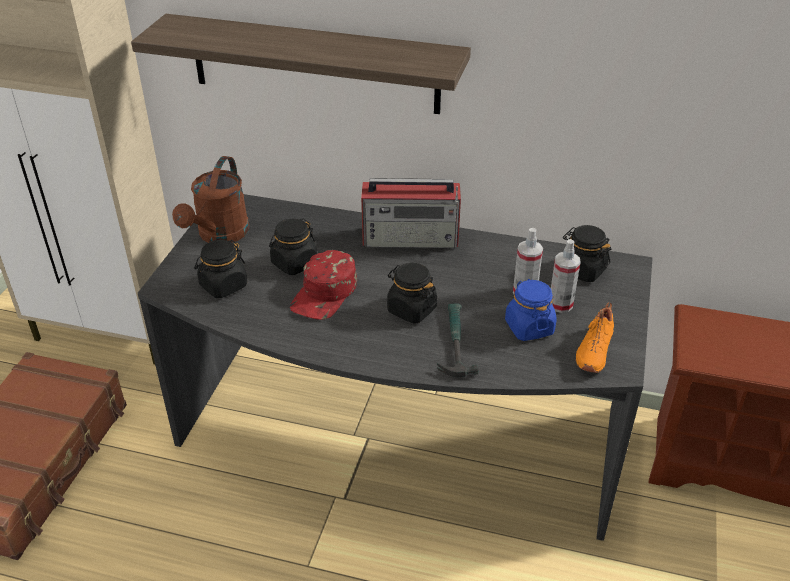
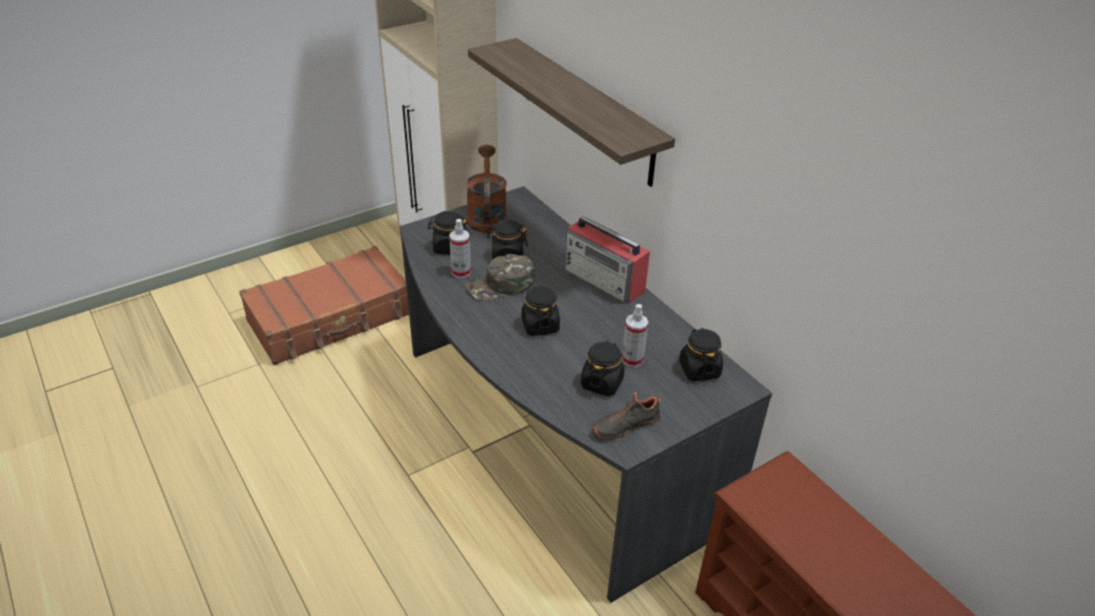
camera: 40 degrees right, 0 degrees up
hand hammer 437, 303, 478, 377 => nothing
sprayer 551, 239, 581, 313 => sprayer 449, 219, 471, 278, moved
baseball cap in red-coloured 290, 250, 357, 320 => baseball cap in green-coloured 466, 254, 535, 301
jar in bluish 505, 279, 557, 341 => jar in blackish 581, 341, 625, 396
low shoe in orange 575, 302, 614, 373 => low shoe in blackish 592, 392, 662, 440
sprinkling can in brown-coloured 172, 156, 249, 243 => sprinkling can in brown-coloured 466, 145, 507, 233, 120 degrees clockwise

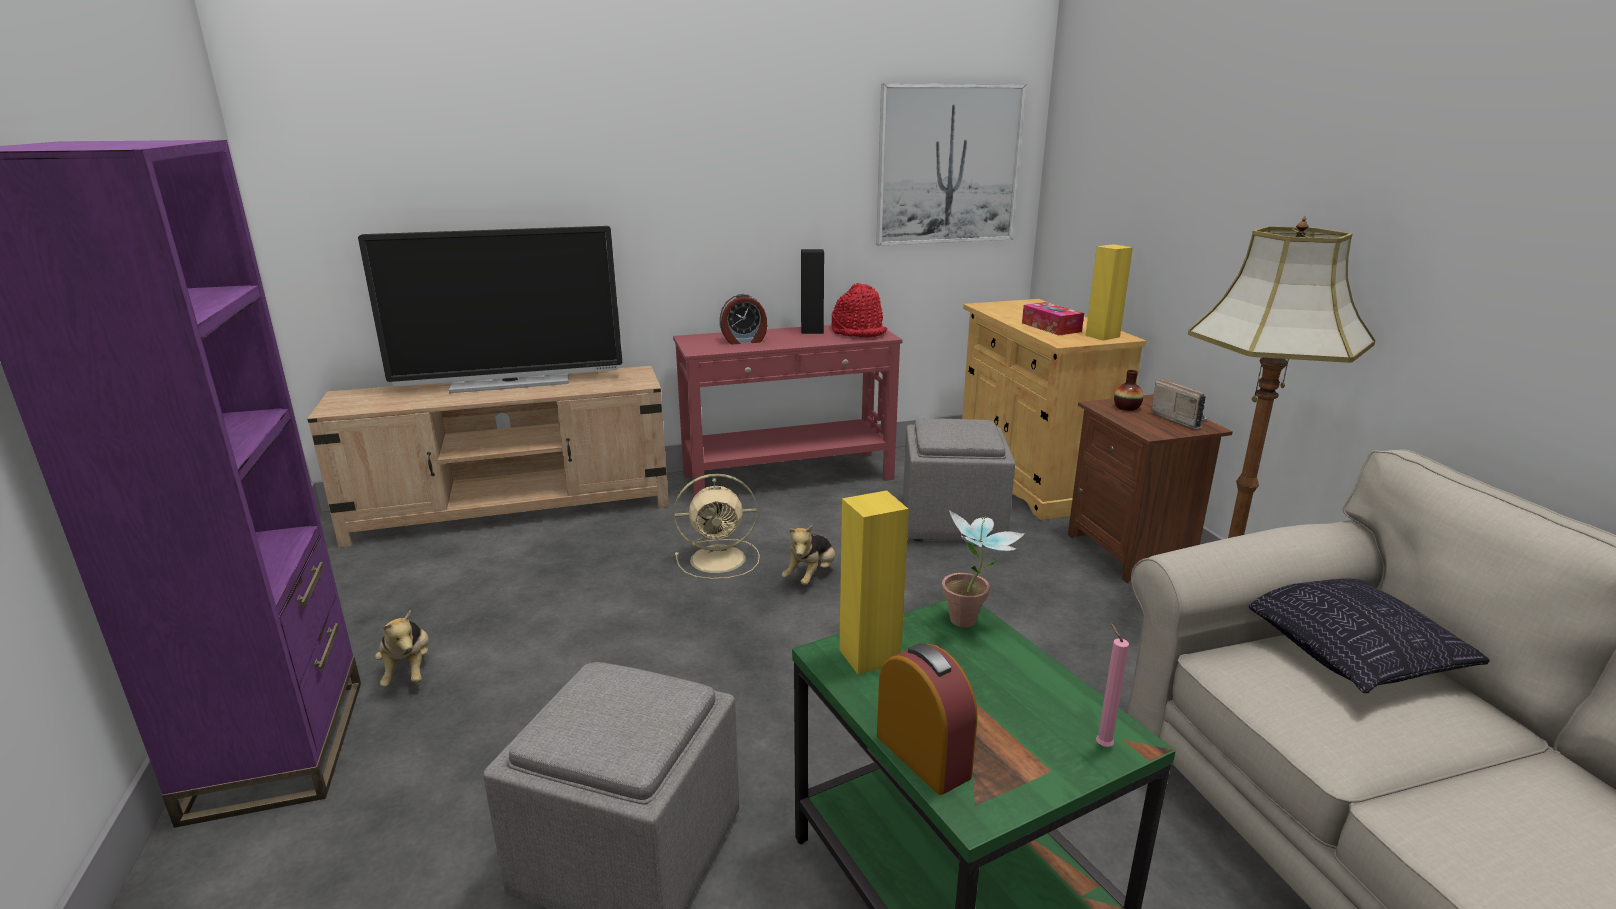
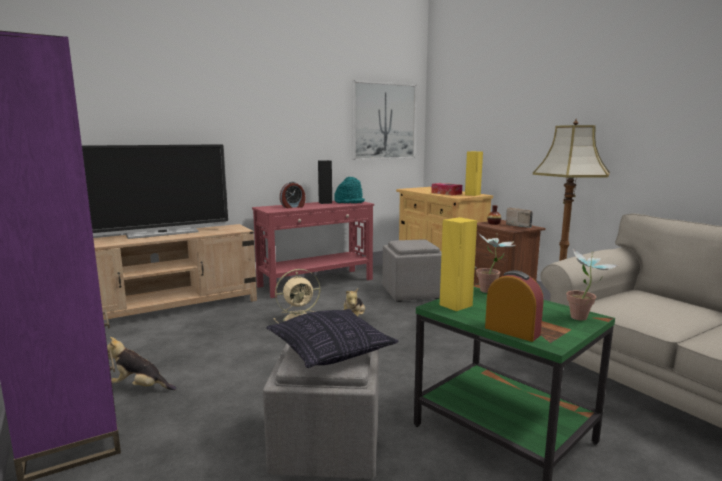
camera: 15 degrees left, 10 degrees down
throw pillow 1249, 578, 1490, 693 => throw pillow 266, 309, 398, 368, moved
wax candle in pink 1096, 623, 1129, 747 => houseplant 566, 249, 619, 321
hat in red-coloured 831, 283, 887, 338 => hat in turquoise-coloured 334, 177, 365, 203
plush toy 375, 610, 429, 687 => plush toy 107, 337, 176, 390, 135 degrees clockwise

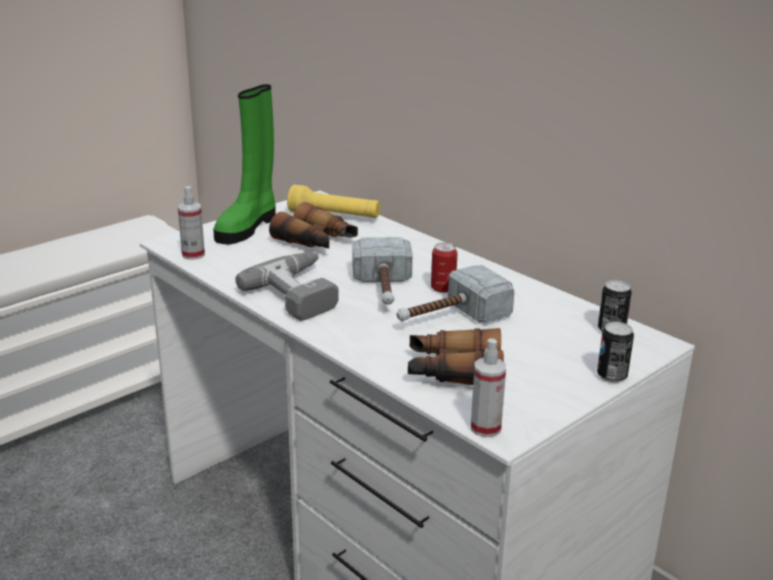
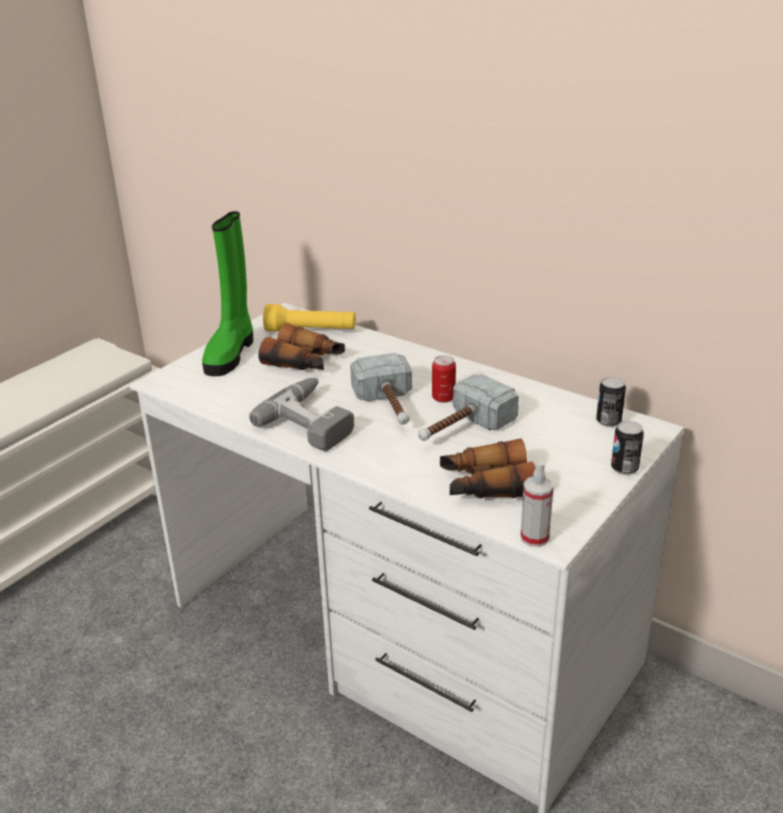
camera: 10 degrees left, 5 degrees up
sprayer 178, 186, 205, 260 => nothing

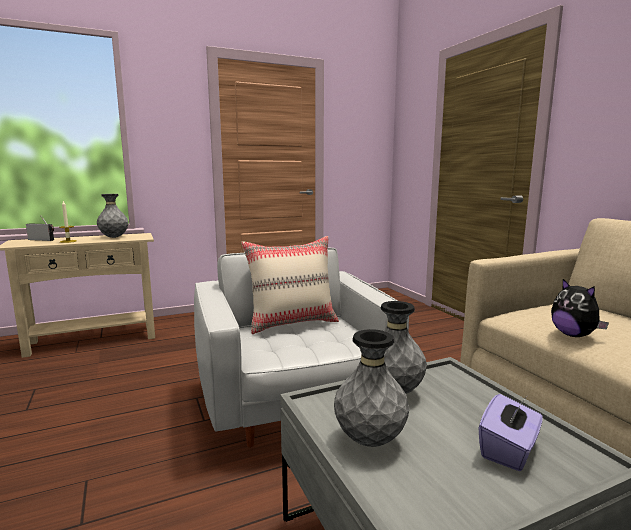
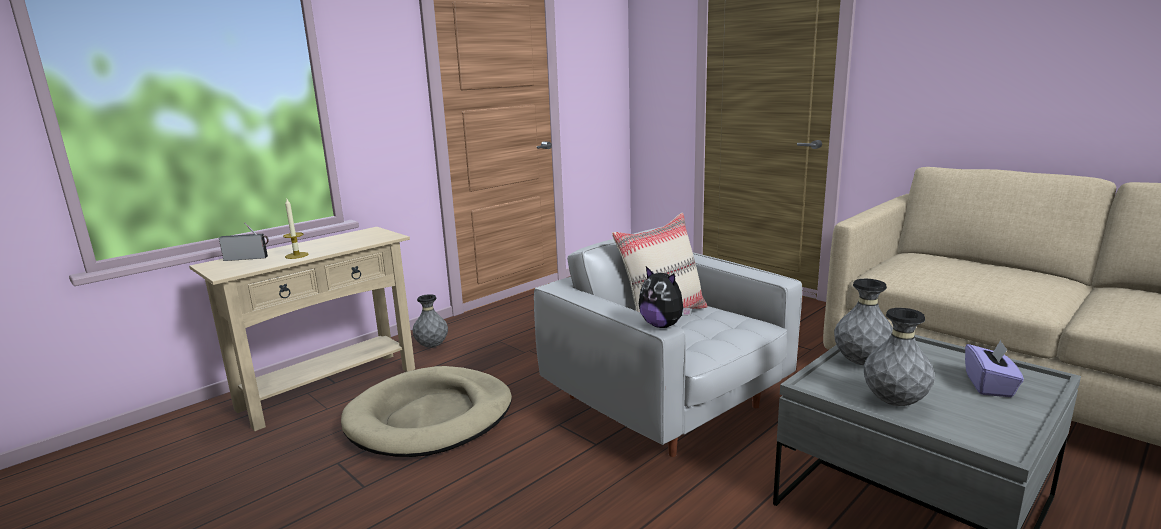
camera: 20 degrees left, 5 degrees up
nothing => dog bed in beige 341, 366, 512, 457
decorative vase in grey 97, 194, 128, 238 => decorative vase in grey 412, 294, 448, 348, moved
plush toy 551, 279, 609, 337 => plush toy 639, 266, 692, 328, moved

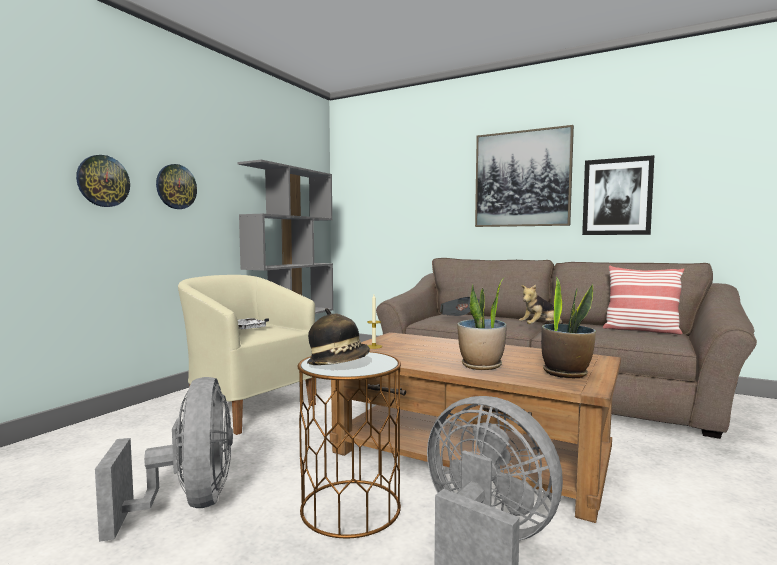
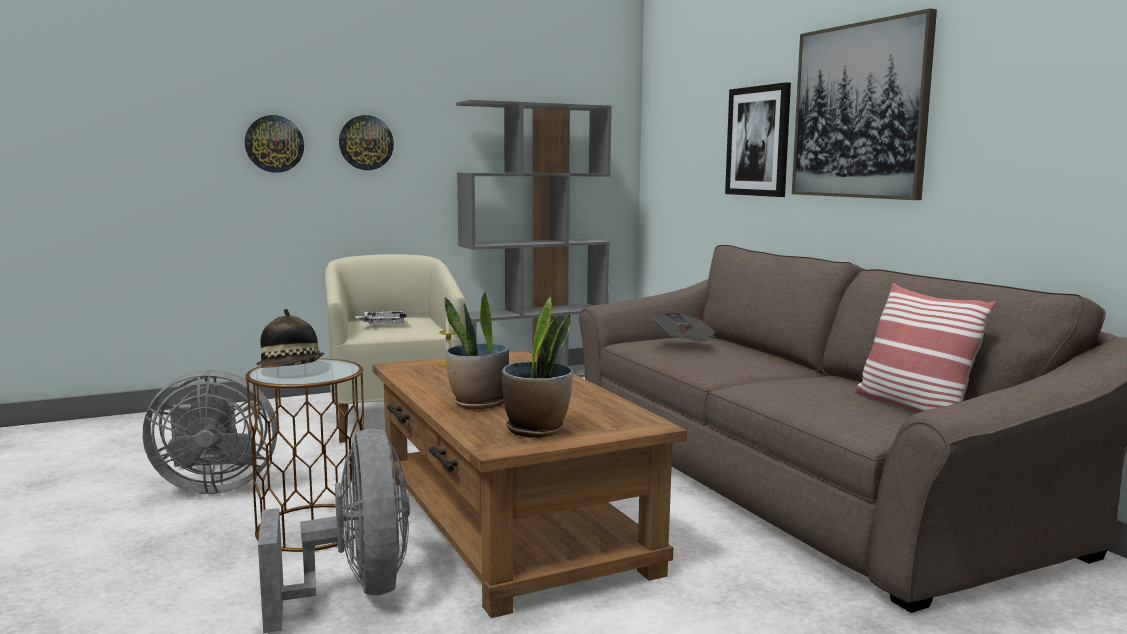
camera: 35 degrees right, 5 degrees up
plush toy 519, 284, 563, 324 => nothing
picture 582, 155, 654, 235 => picture 725, 82, 791, 197, moved
electric fan in grey 95, 377, 233, 542 => electric fan in grey 143, 370, 277, 494, 60 degrees clockwise

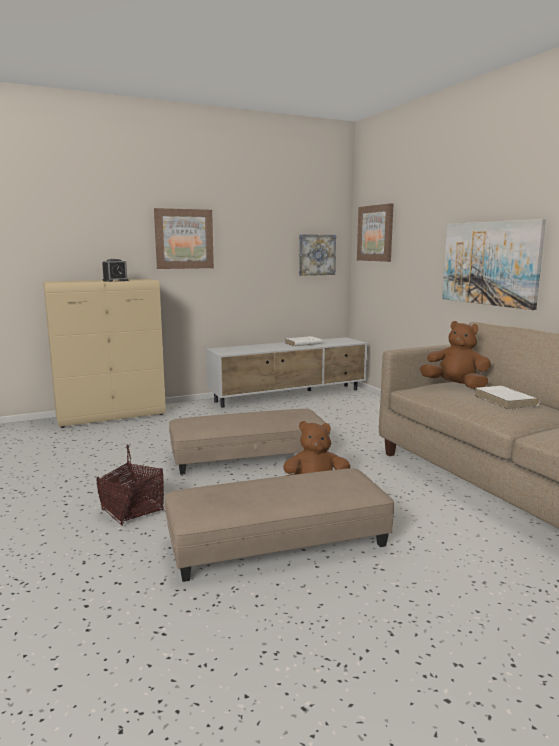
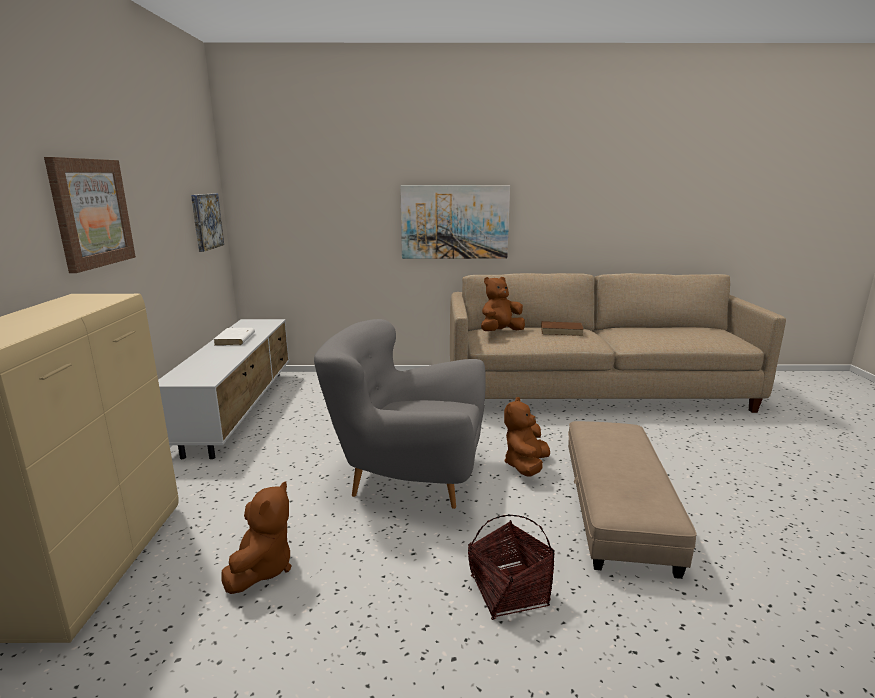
camera: 65 degrees left, 5 degrees up
table clock 102, 259, 129, 282 => nothing
picture 357, 203, 393, 262 => nothing
nothing => plush toy in brown-coloured 221, 481, 292, 594
footrest in beige 169, 409, 330, 475 => easy chair in grey 314, 319, 486, 509
book in white 474, 386, 539, 409 => book in brown-coloured 541, 321, 584, 336

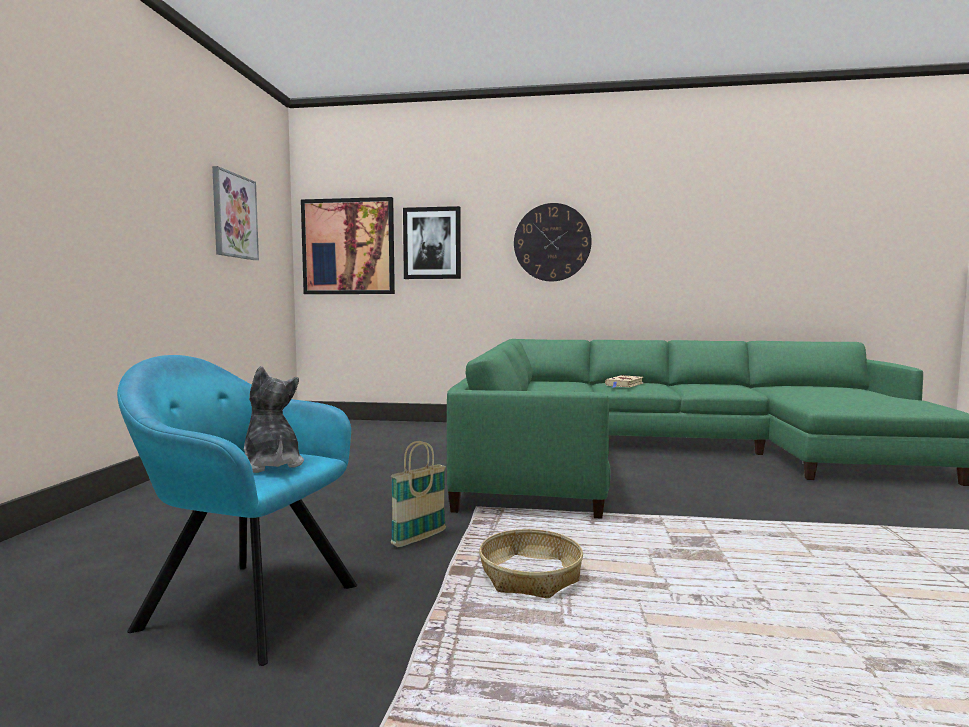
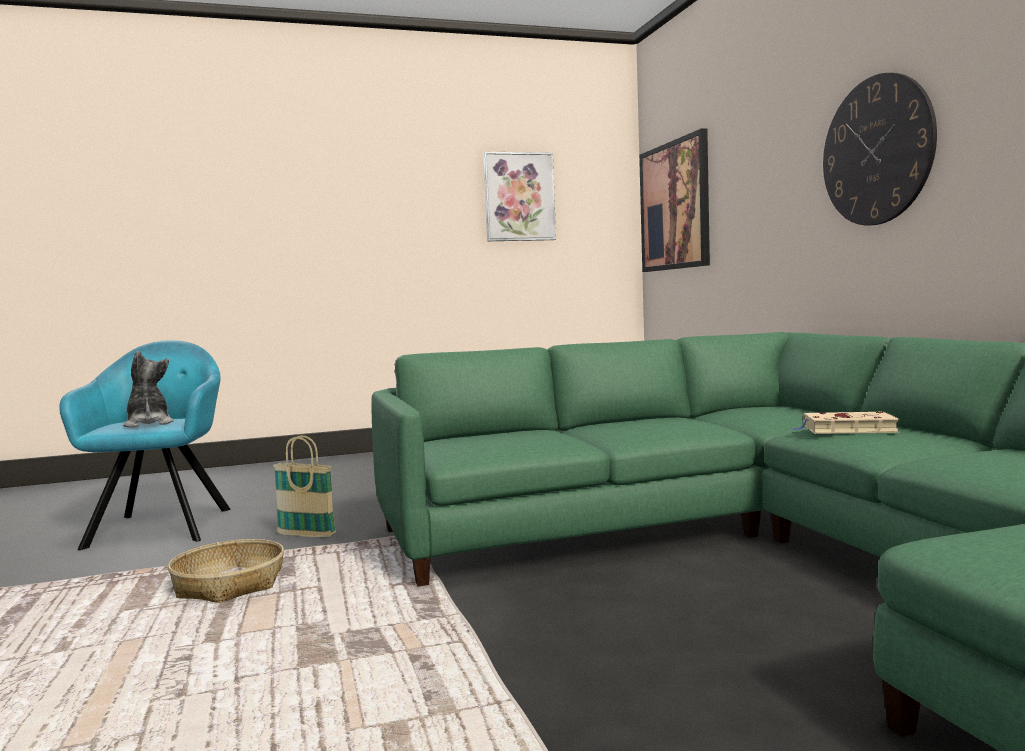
camera: 65 degrees right, 0 degrees up
picture 403, 206, 461, 279 => nothing
plush toy 244, 366, 304, 473 => plush toy 123, 351, 174, 428, 60 degrees counterclockwise

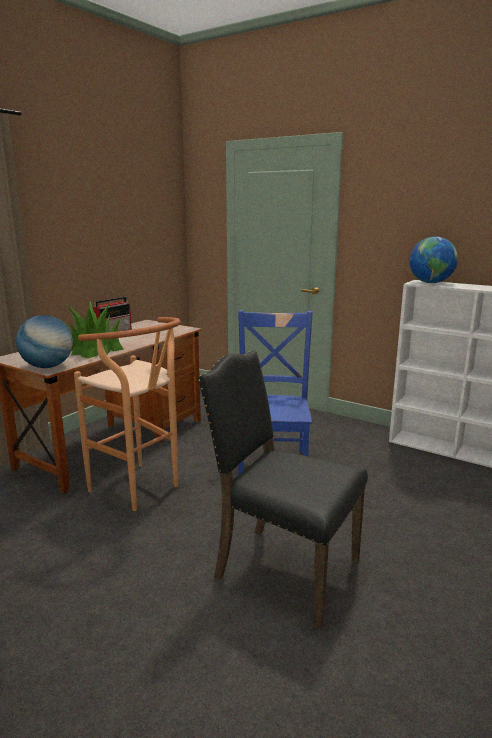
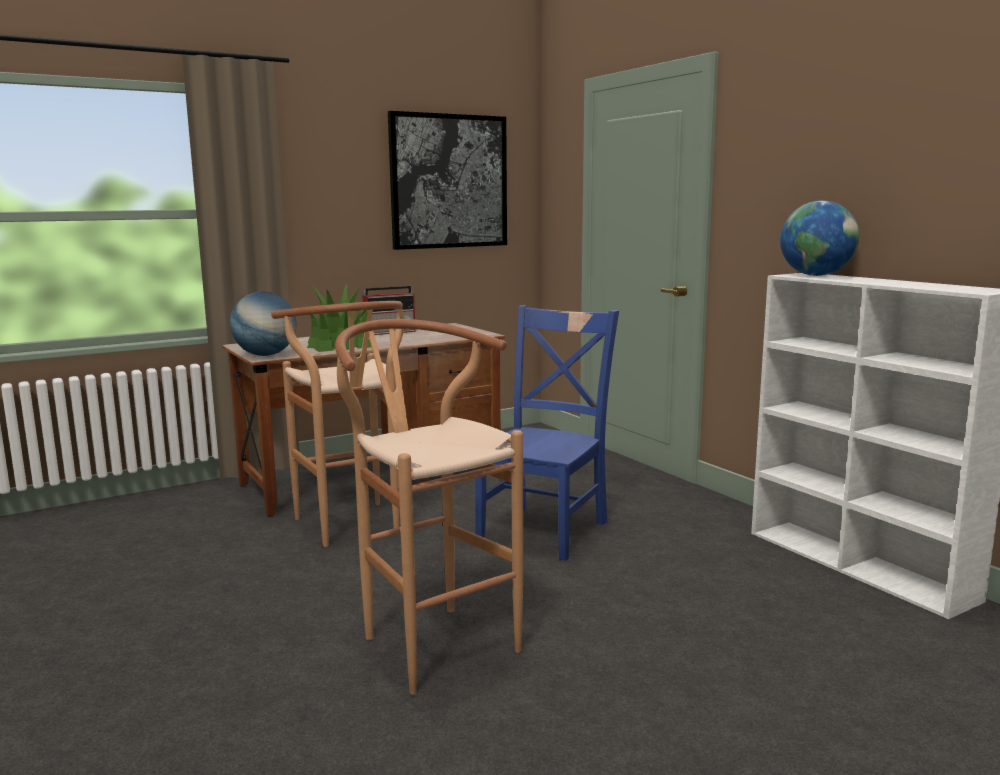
camera: 25 degrees right, 5 degrees down
nothing => picture 388, 111, 507, 250
plain chair in blackish 197, 351, 368, 629 => stool seat in brown-coloured 335, 319, 523, 695

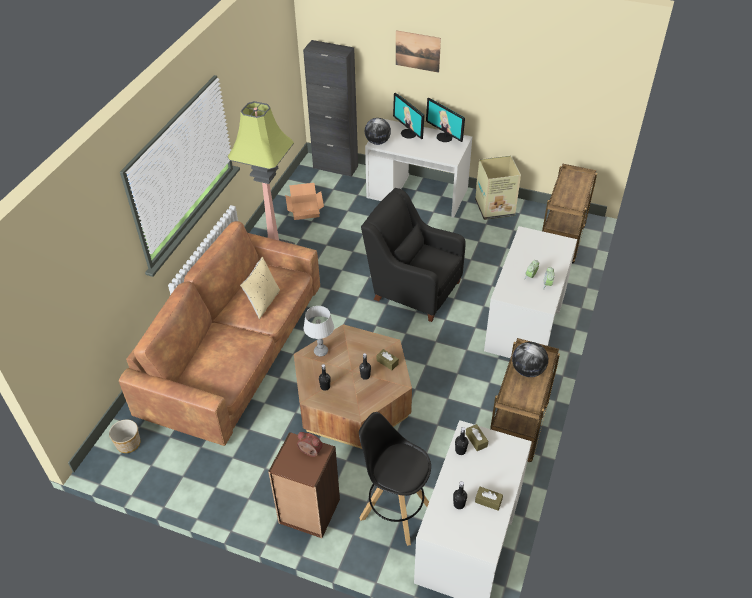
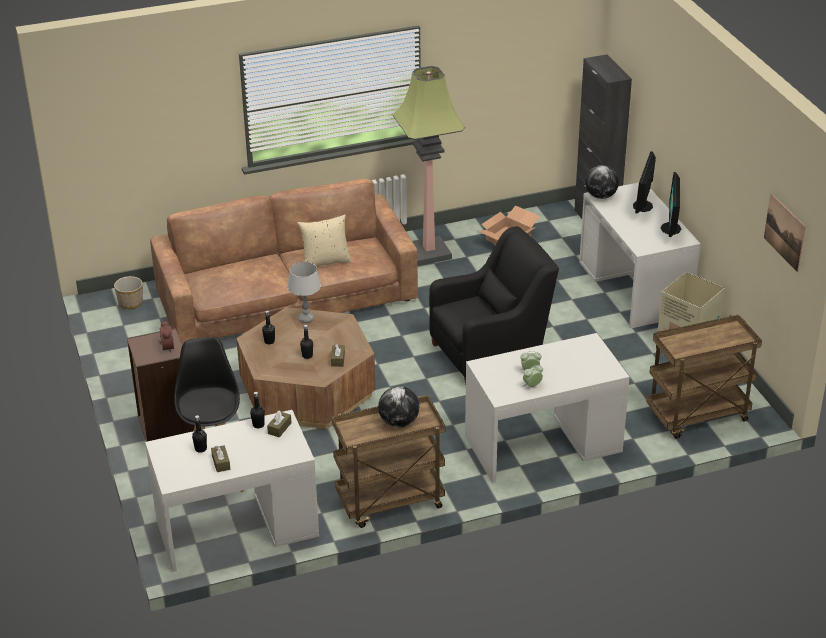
camera: 50 degrees right, 10 degrees down
picture 396, 30, 441, 73 => picture 764, 193, 806, 272, moved
easy chair in blackish 361, 188, 466, 322 => easy chair in blackish 429, 226, 559, 385, 75 degrees clockwise

